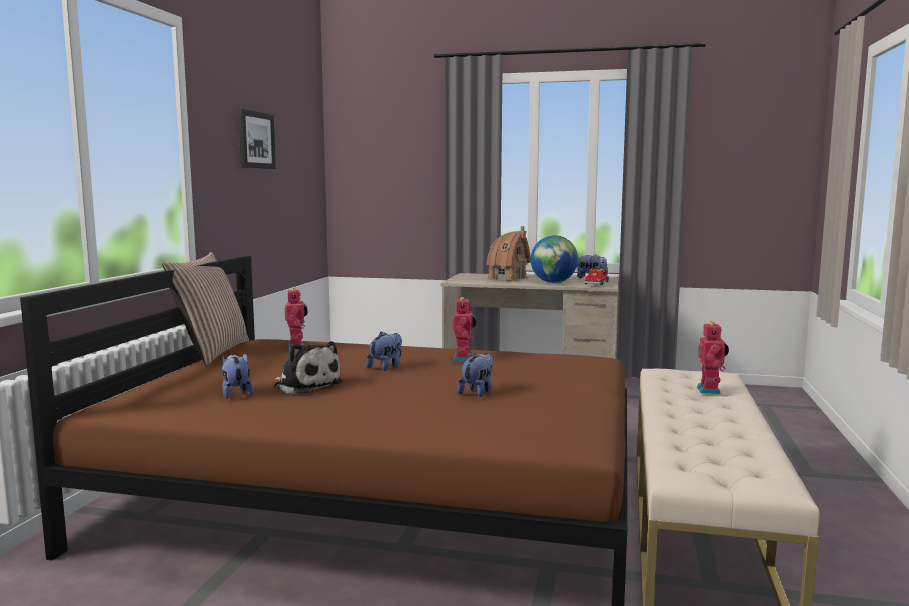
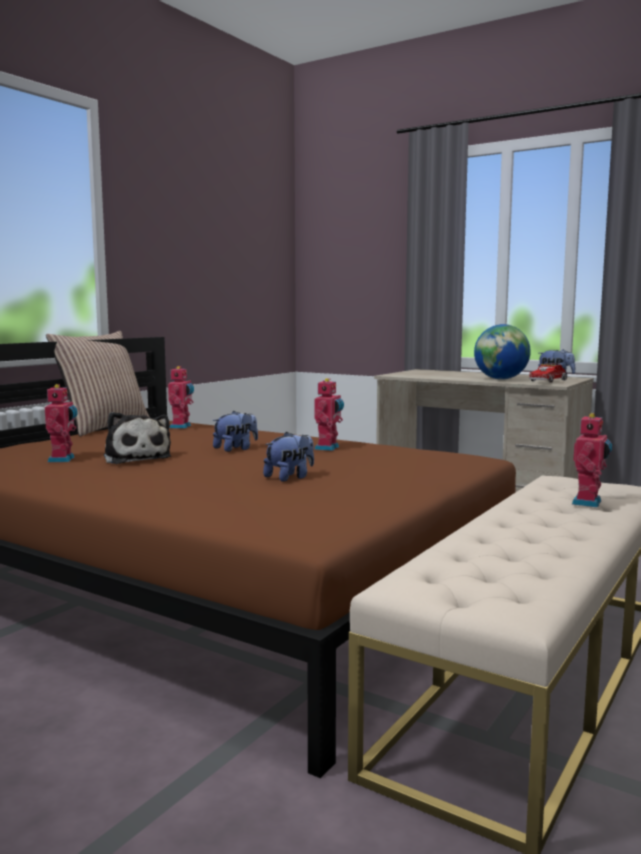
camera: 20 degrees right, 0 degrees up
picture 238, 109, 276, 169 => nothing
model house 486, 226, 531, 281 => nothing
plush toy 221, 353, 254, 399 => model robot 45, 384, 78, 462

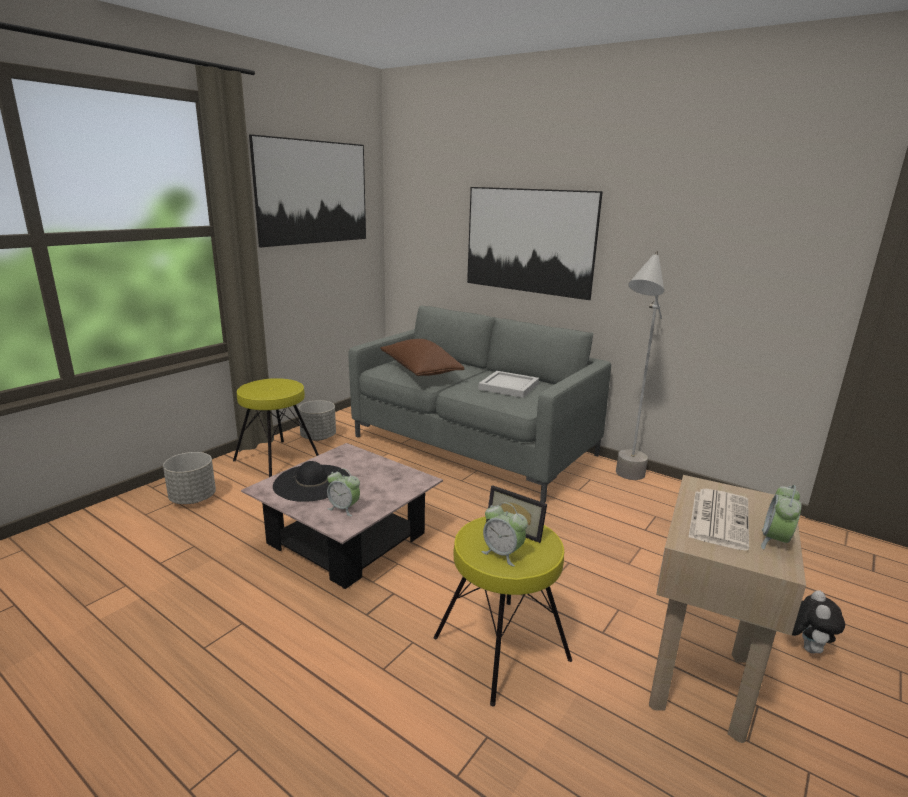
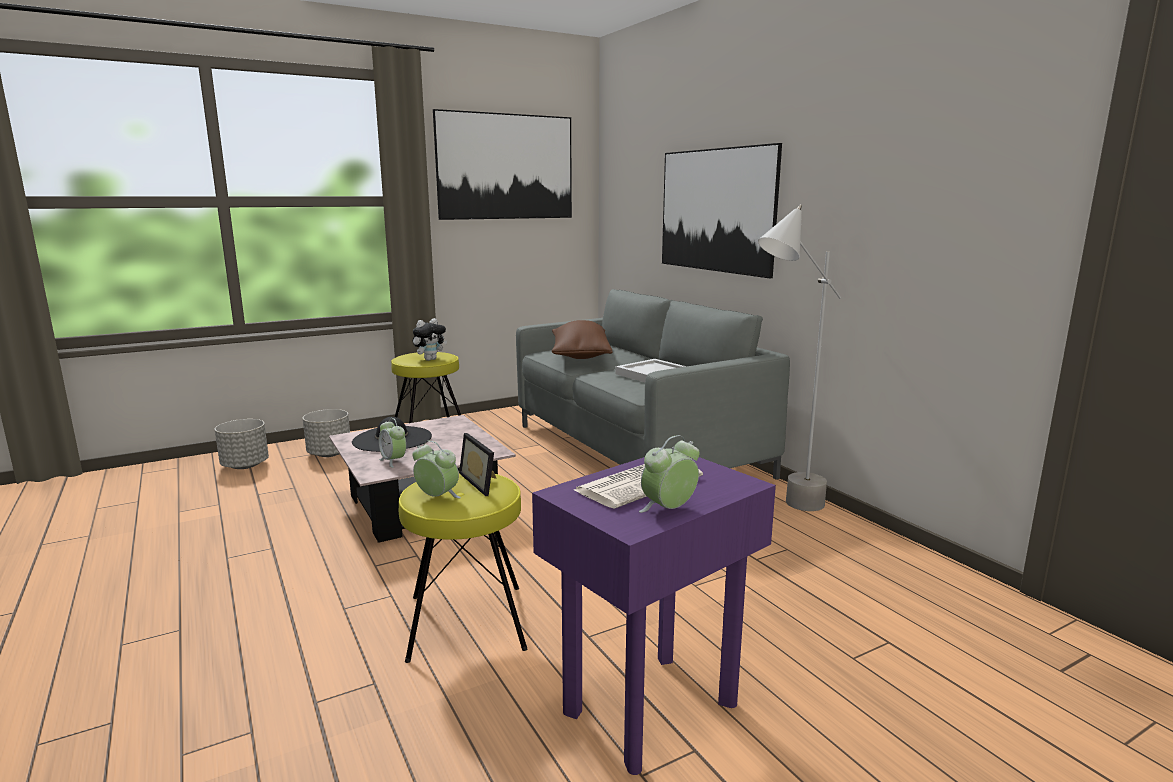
camera: 25 degrees right, 5 degrees down
plant pot in grey 298, 400, 336, 441 => plant pot in grey 215, 419, 269, 469, moved
plush toy 792, 590, 845, 653 => plush toy 413, 318, 447, 361, moved
end table in beige 649, 475, 806, 743 => end table in purplish 532, 448, 776, 775
table clock 481, 502, 528, 566 => table clock 412, 440, 461, 498, 150 degrees clockwise

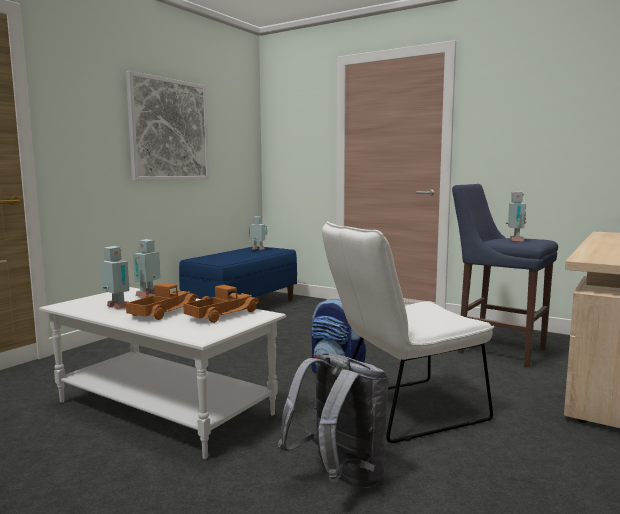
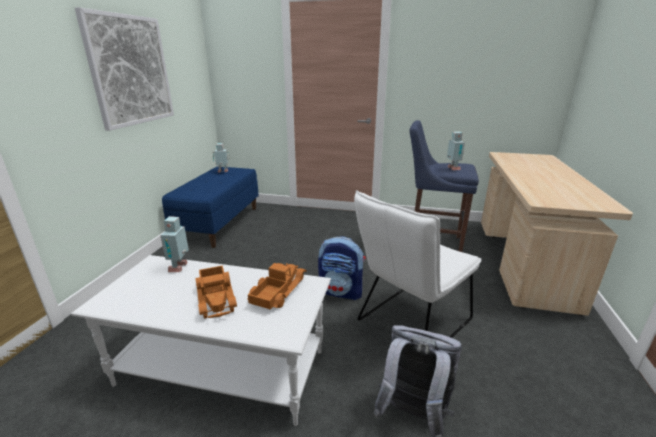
camera: 20 degrees left, 15 degrees up
model robot 101, 246, 129, 309 => nothing
toy lorry 126, 283, 198, 320 => toy lorry 195, 265, 237, 319, 150 degrees clockwise

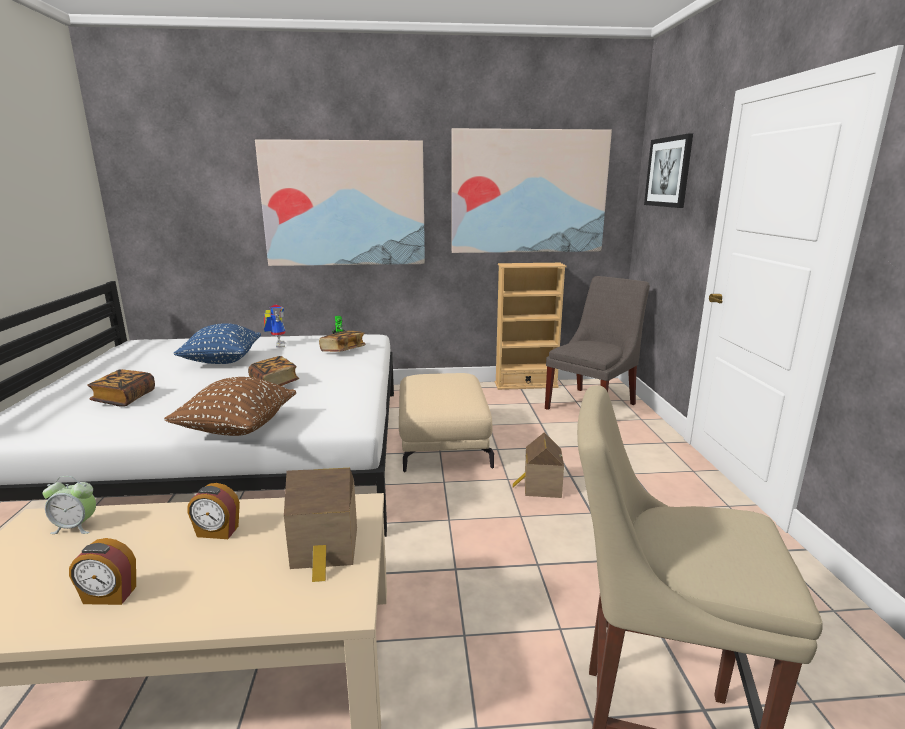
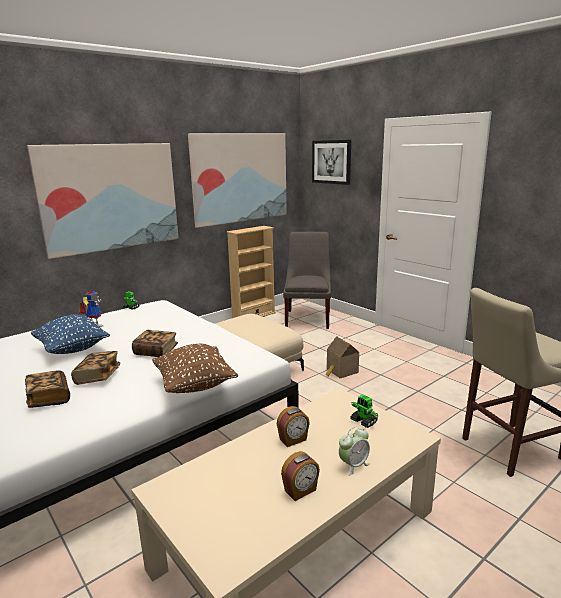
camera: 35 degrees left, 0 degrees up
table clock 43, 476, 96, 534 => table clock 339, 427, 370, 476, moved
book 319, 331, 365, 352 => book 71, 351, 120, 385, moved
model house 284, 468, 357, 582 => model robot 350, 394, 378, 428

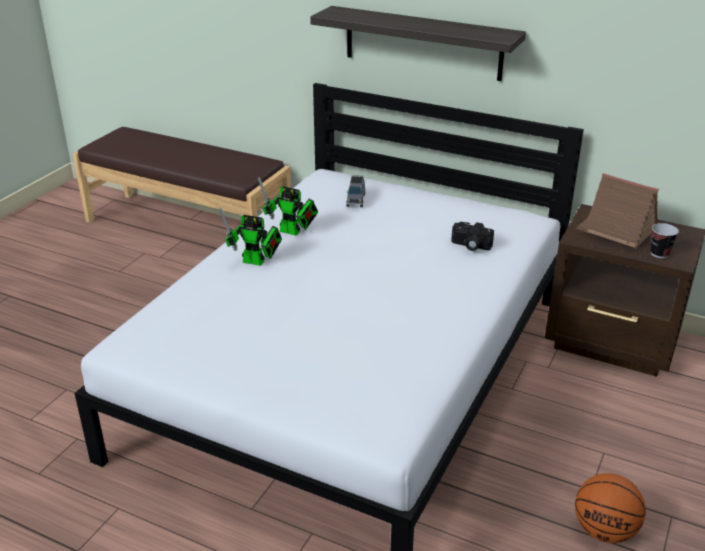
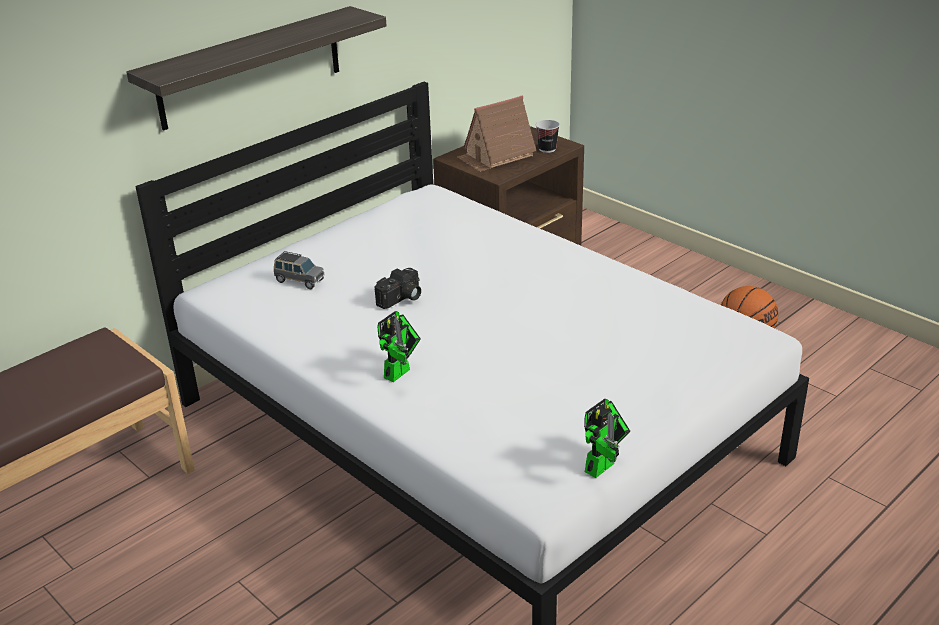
camera: 70 degrees left, 0 degrees up
model robot 258, 177, 318, 236 => model robot 584, 399, 630, 478, moved
photo camera 451, 222, 494, 251 => photo camera 375, 268, 421, 309, moved

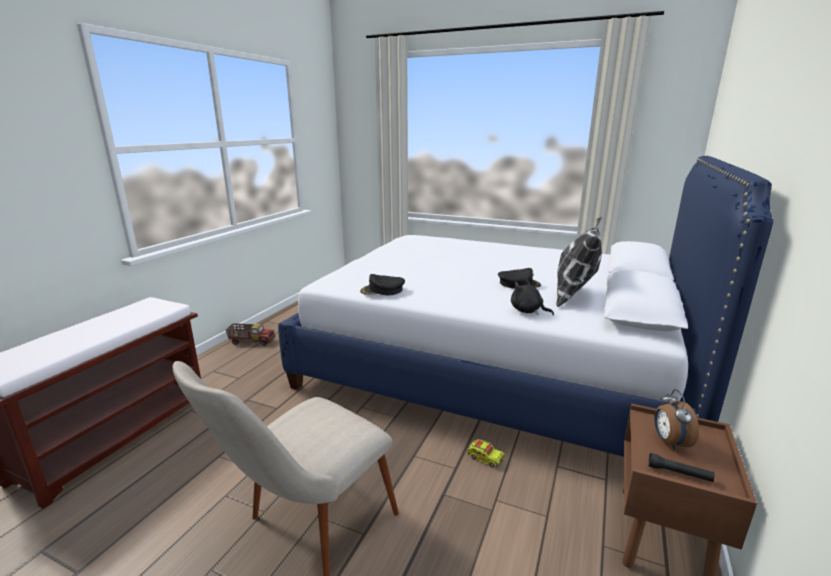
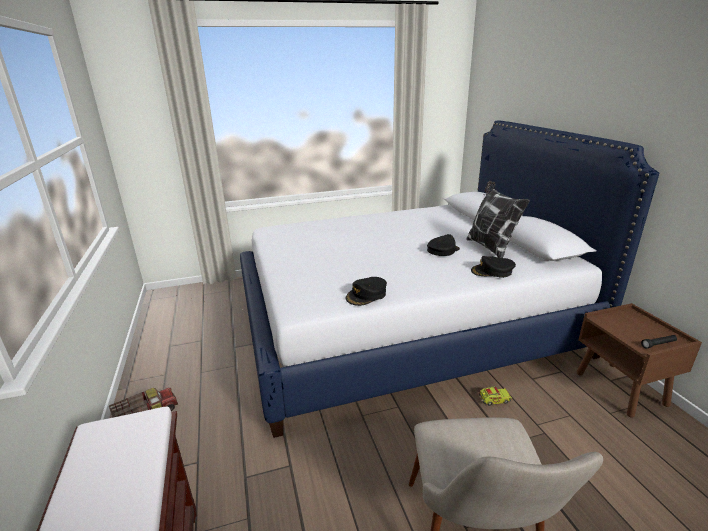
camera: 40 degrees left, 5 degrees up
table clock 654, 389, 699, 450 => nothing
plush toy in blackish 511, 279, 554, 315 => baseball cap in blackish 471, 256, 516, 278

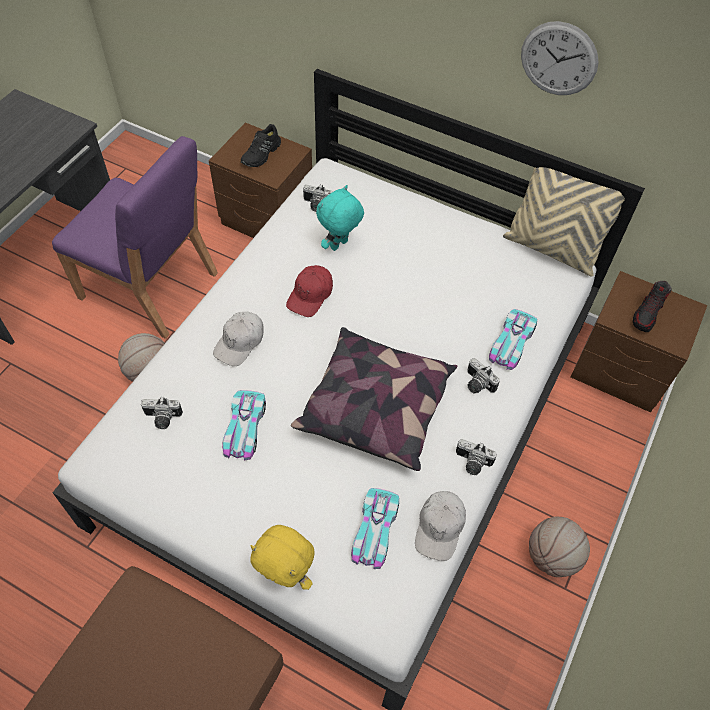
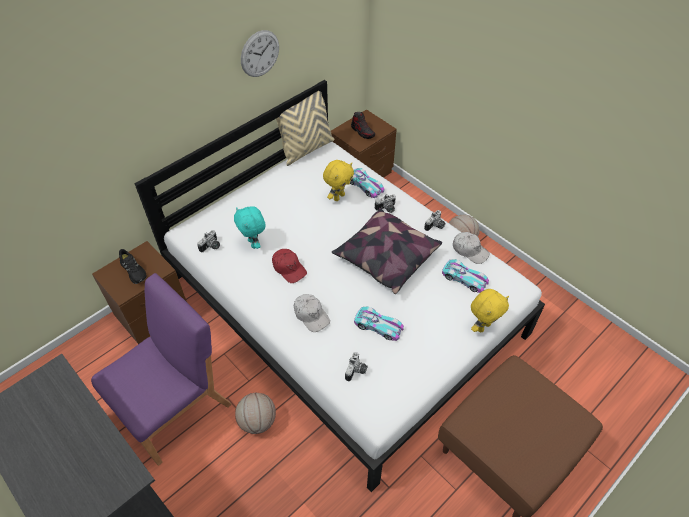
camera: 70 degrees left, 5 degrees down
nothing => plush toy in yellow-coloured 323, 160, 354, 201

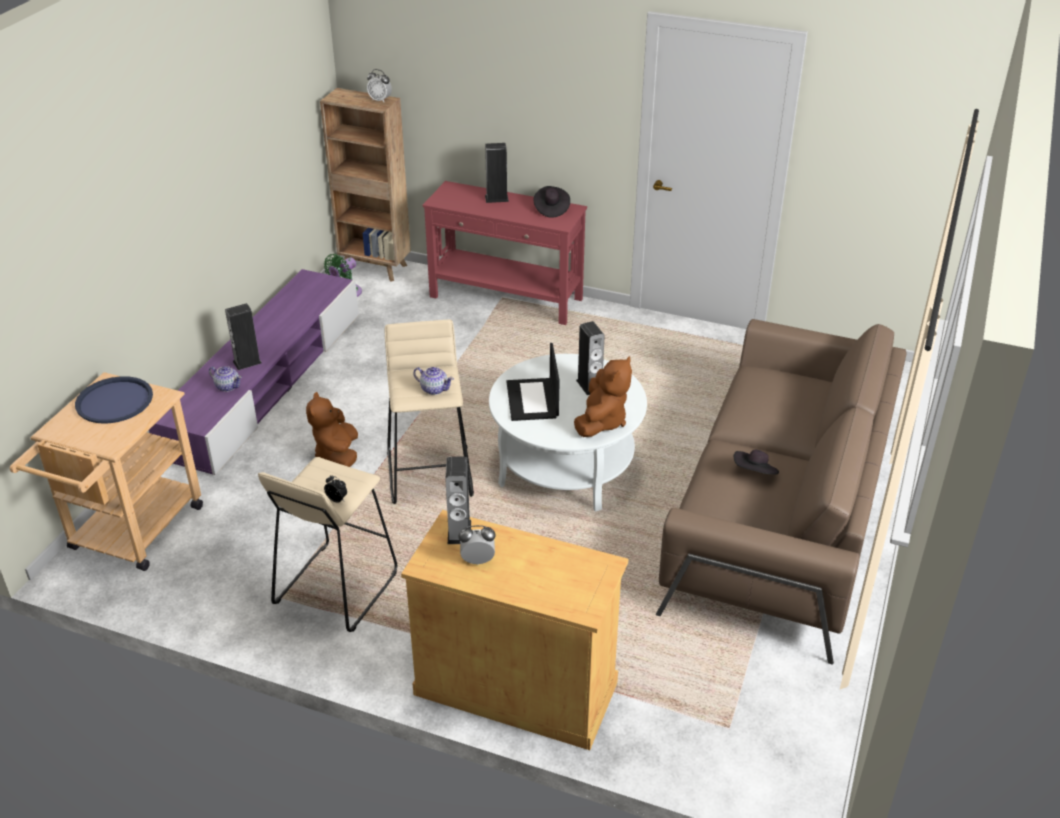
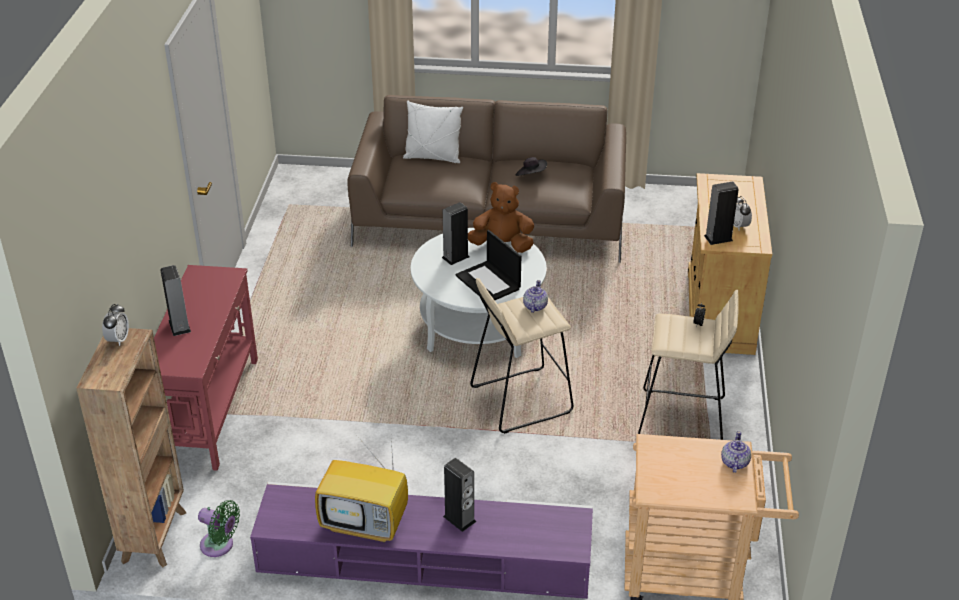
camera: 105 degrees left, 0 degrees up
carrying tray in bluish 75, 376, 153, 423 => nothing
plush toy in brown-coloured 306, 392, 358, 467 => nothing
hat in blackish 533, 186, 570, 218 => nothing
nothing => TV 315, 438, 408, 542
nothing => throw pillow in white 403, 101, 463, 163
teapot 209, 366, 242, 392 => teapot 721, 431, 751, 473, moved
portable computer 507, 343, 560, 421 => portable computer 455, 230, 521, 300, 75 degrees clockwise

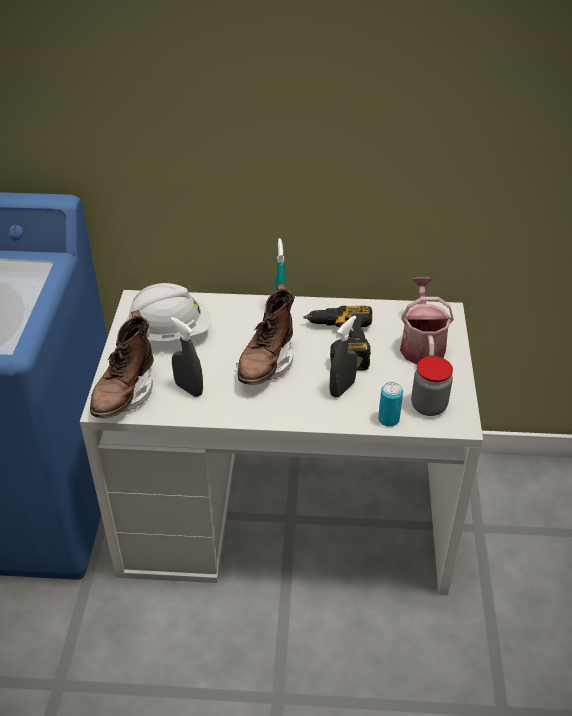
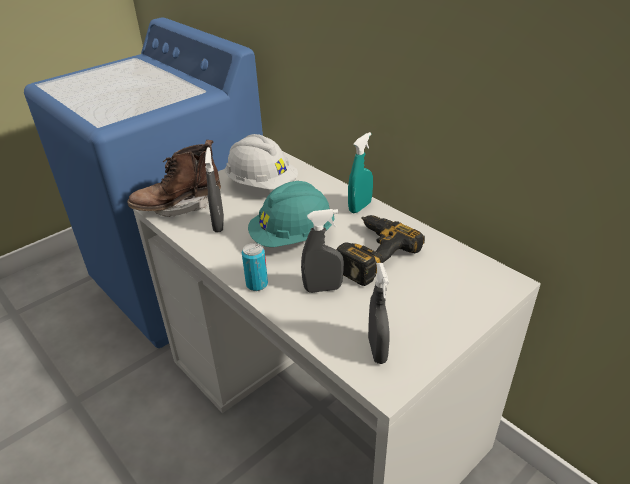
camera: 45 degrees right, 5 degrees down
sprinkling can 400, 277, 454, 364 => nothing
sealed can 378, 382, 403, 427 => sealed can 242, 243, 268, 291, moved
tall boot in brown-coloured 236, 283, 295, 385 => safety helmet in turquoise-coloured 248, 181, 334, 247
jar 411, 356, 453, 416 => sprayer in grey 368, 263, 390, 364

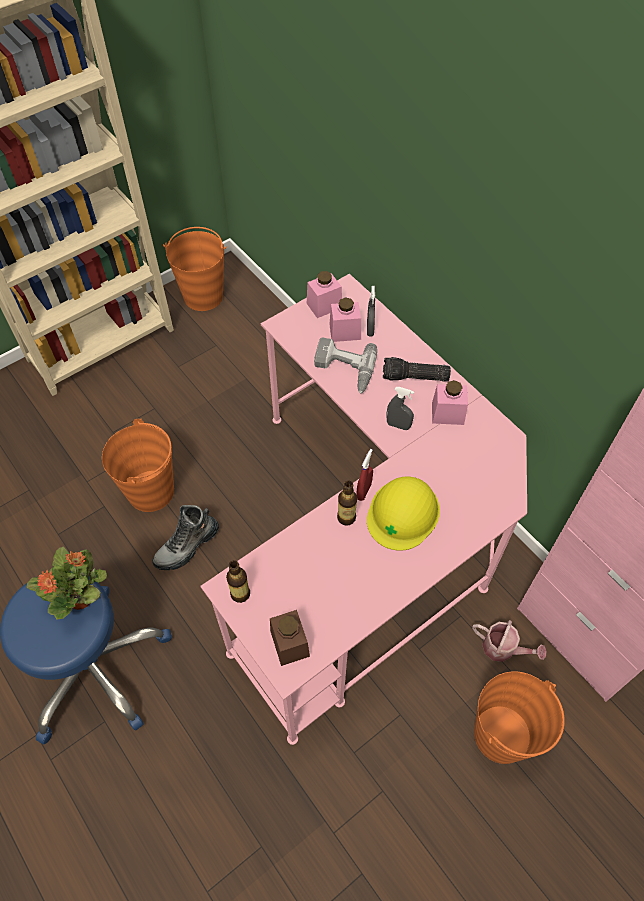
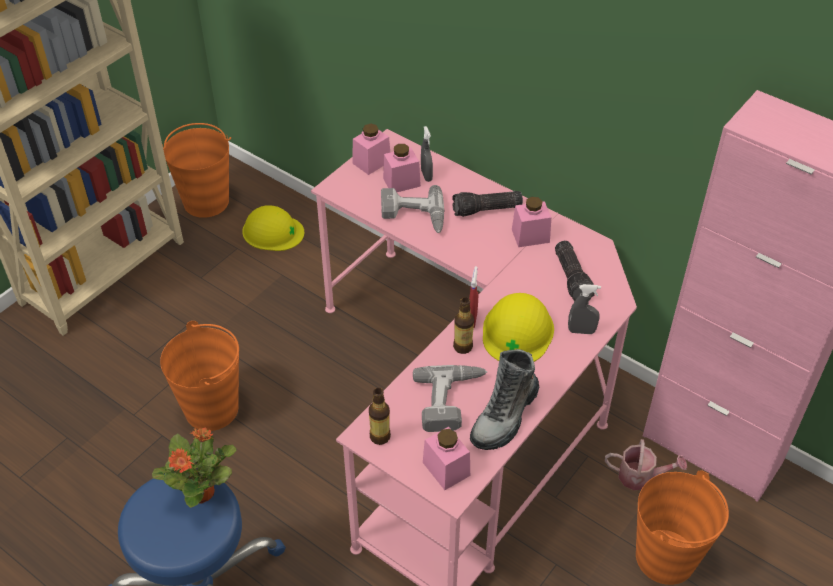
camera: 15 degrees left, 10 degrees down
nothing => safety helmet in yellow-coloured 242, 205, 304, 251
nothing => drill 413, 365, 487, 432
nothing => flashlight 555, 241, 595, 301
tall boot 152, 505, 219, 570 => tall boot 470, 349, 539, 450, moved
sprayer in grey 386, 387, 414, 430 => sprayer in grey 568, 284, 601, 334, moved
jar in brown-coloured 270, 610, 310, 666 => jar in pink 423, 427, 470, 490

